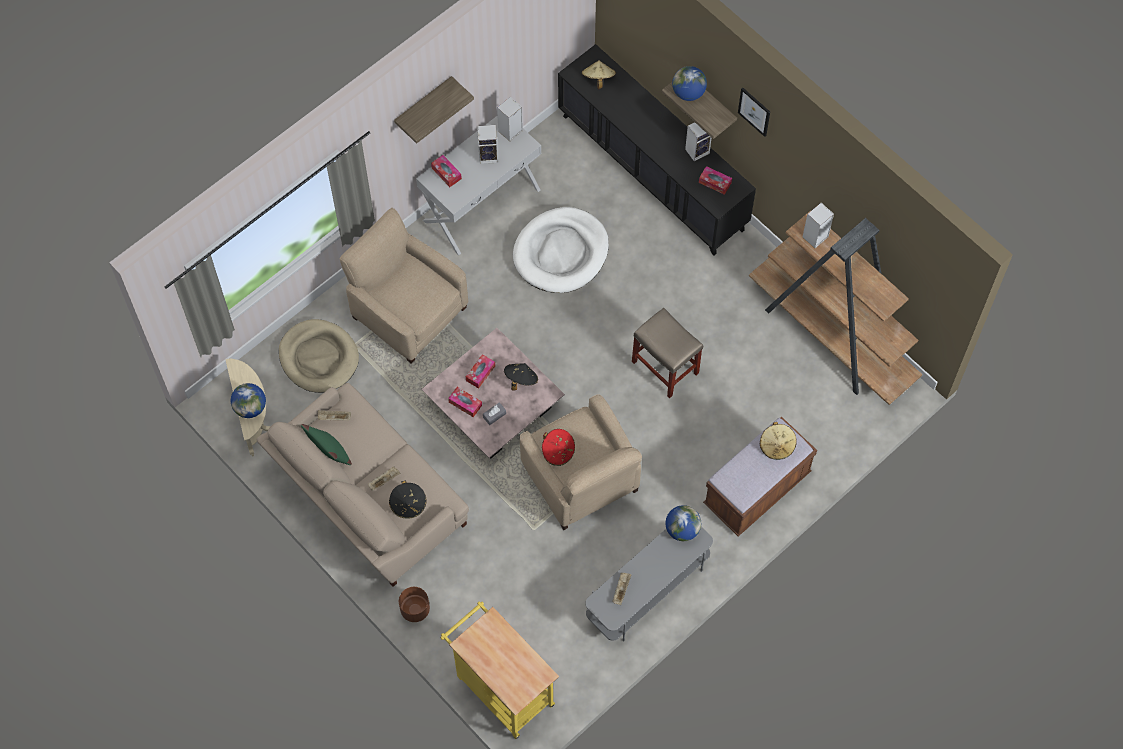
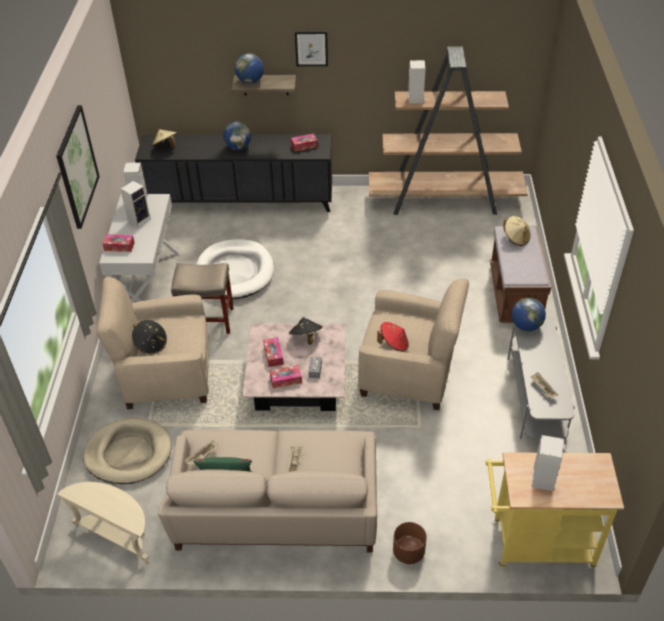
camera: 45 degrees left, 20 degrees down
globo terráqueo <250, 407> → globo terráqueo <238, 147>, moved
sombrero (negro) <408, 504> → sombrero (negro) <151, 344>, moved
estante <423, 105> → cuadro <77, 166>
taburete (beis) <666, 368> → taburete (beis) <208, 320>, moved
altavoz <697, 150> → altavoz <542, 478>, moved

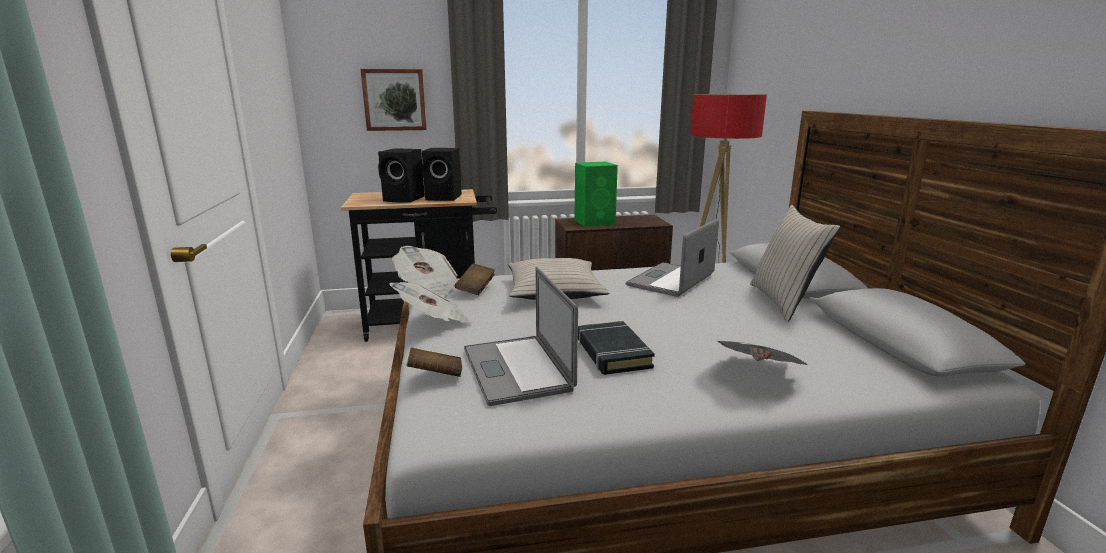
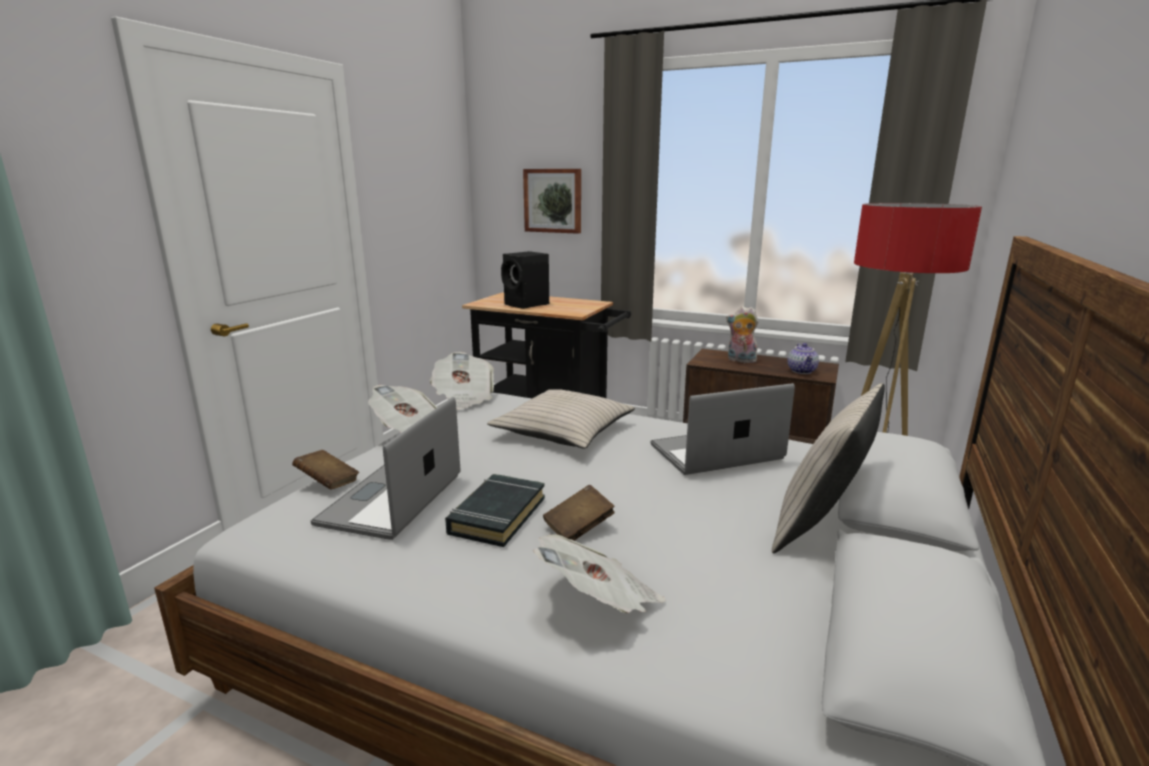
camera: 35 degrees right, 0 degrees up
altavoz (negro) <445, 197> → -
libro (marrón) <476, 288> → libro (marrón) <579, 528>, moved
altavoz (verde) <595, 222> → peluche <740, 360>
- → tetera <802, 371>

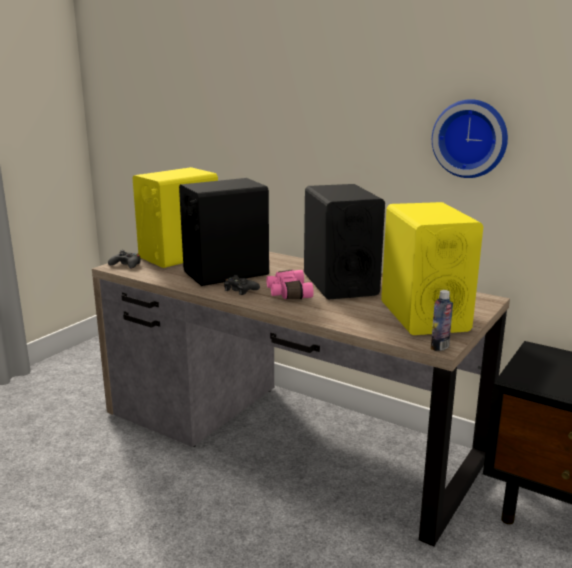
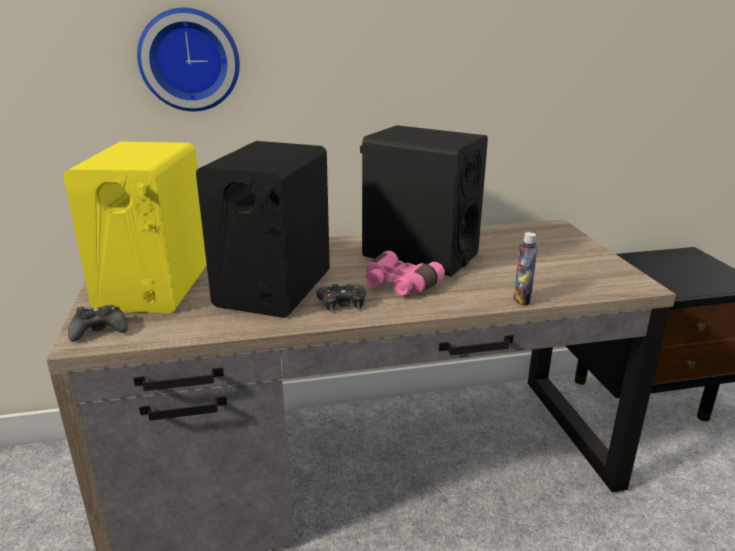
camera: 45 degrees left, 5 degrees up
altavoz (amarillo) <423, 316> → -
botella <439, 347> → botella <522, 299>, moved
reloj de pared <470, 138> → reloj de pared <189, 60>, moved

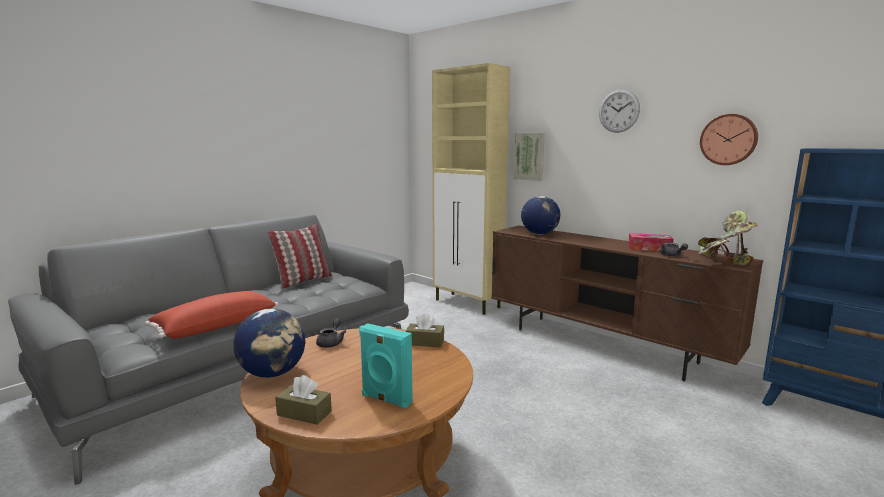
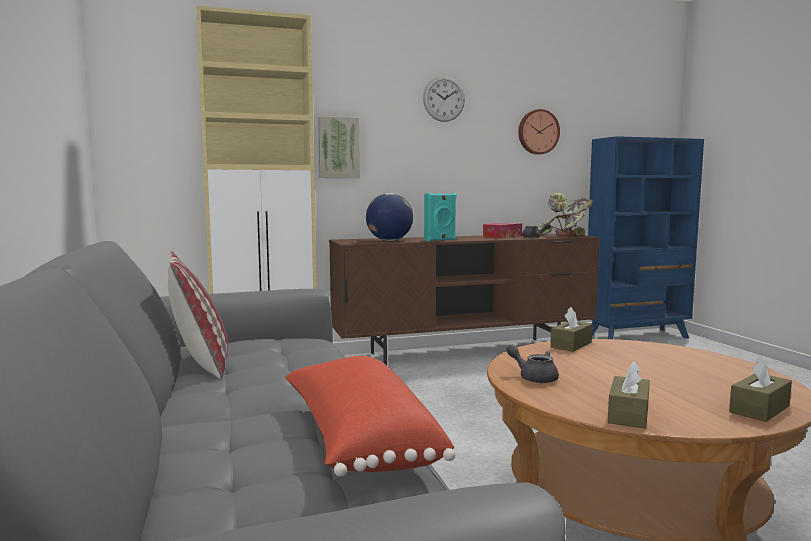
camera: 60 degrees left, 5 degrees down
globo terráqueo <273, 373> → caja de pañuelos (marrón) <628, 414>
altavoz (turquesa) <385, 399> → altavoz (turquesa) <440, 240>, moved

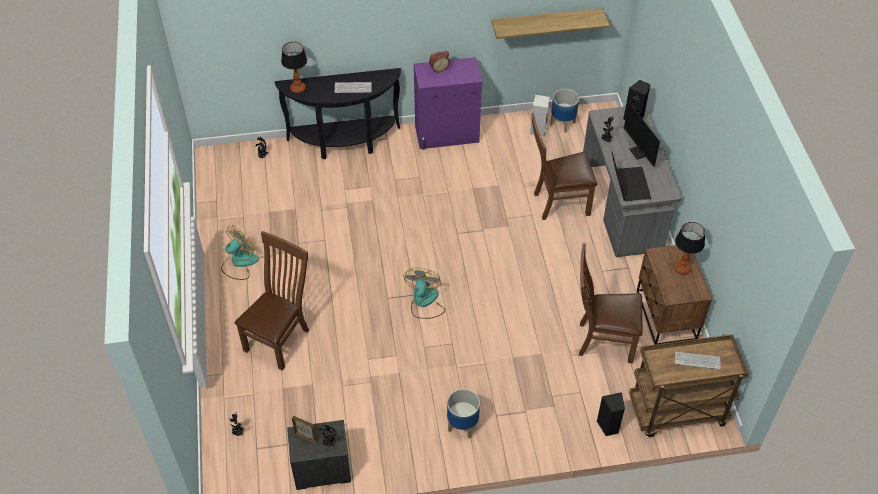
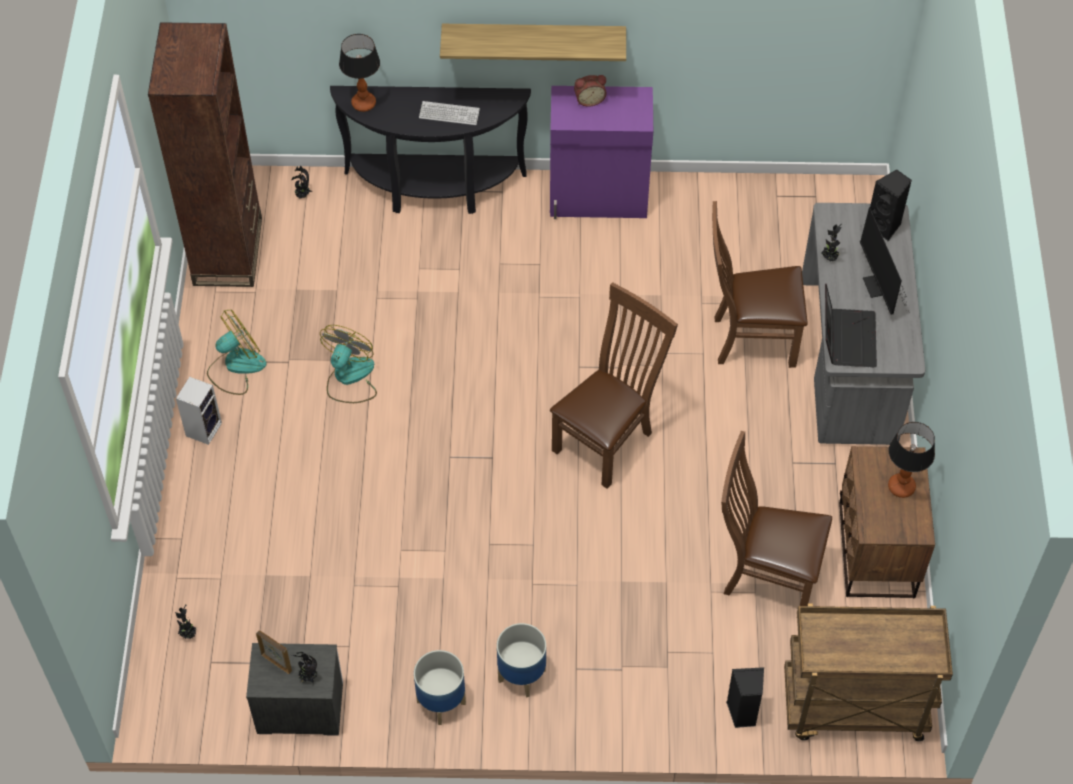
camera: 10 degrees right, 5 degrees up
silla (marrón) <280, 338> → silla (marrón) <608, 439>, moved
ventilador <424, 302> → ventilador <349, 378>, moved
estante <546, 23> → estante <533, 39>, moved
altavoz <538, 129> → altavoz <204, 428>, moved
maceta <562, 123> → maceta <440, 702>, moved
teclado <697, 361> → -
- → estantería (marrón) <228, 251>

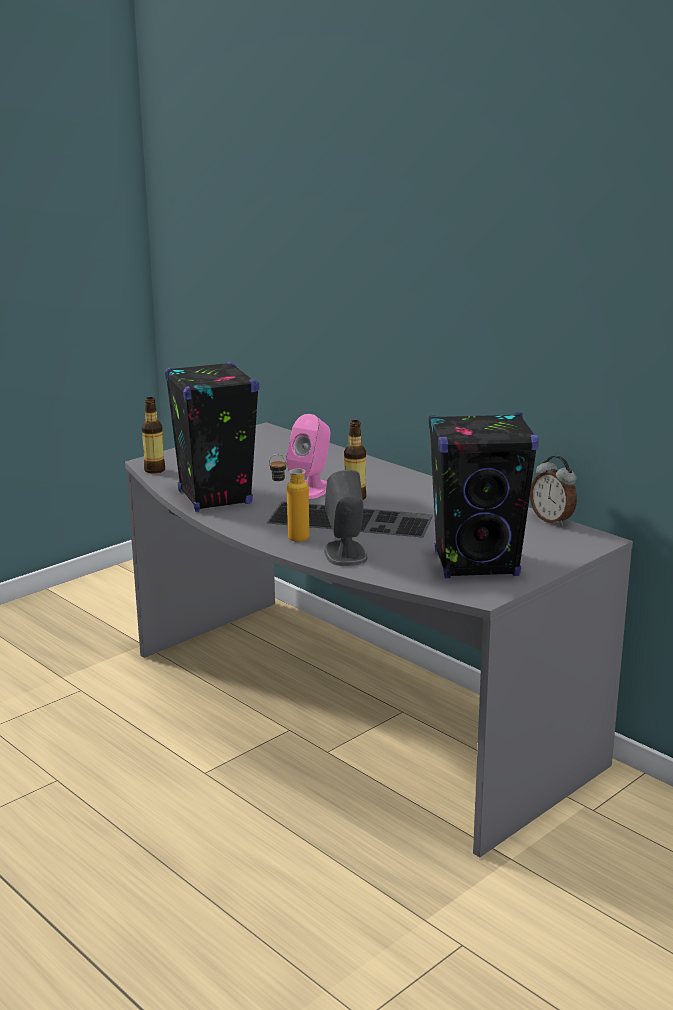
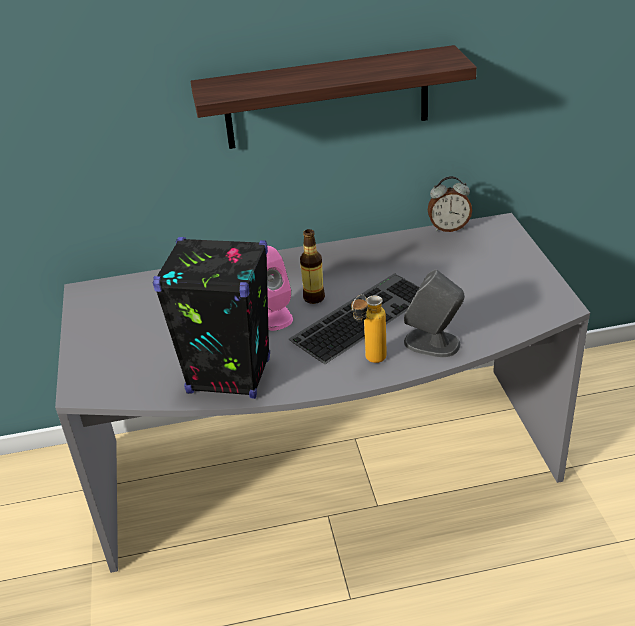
camera: 55 degrees left, 15 degrees up
botella <154, 470> → -
altavoz (negro) <477, 565> → -
- → estante <327, 98>

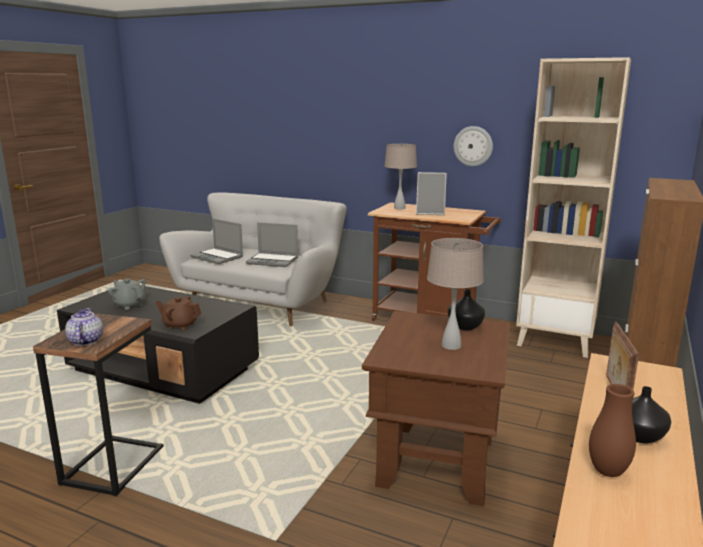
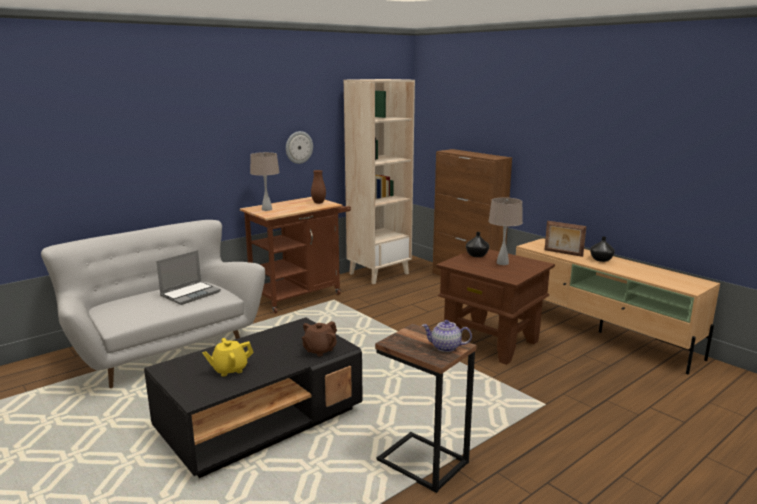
camera: 65 degrees left, 0 degrees up
tetera (gris) <129, 305> → tetera (amarillo) <229, 369>
portátil <218, 257> → -
portarretratos <430, 213> → -
florero (marrón) <607, 471> → florero (marrón) <318, 203>, moved

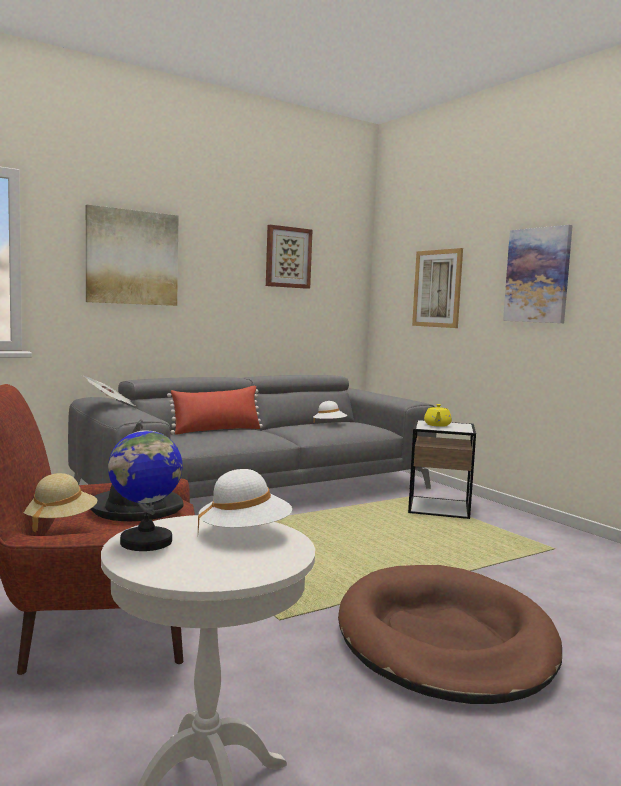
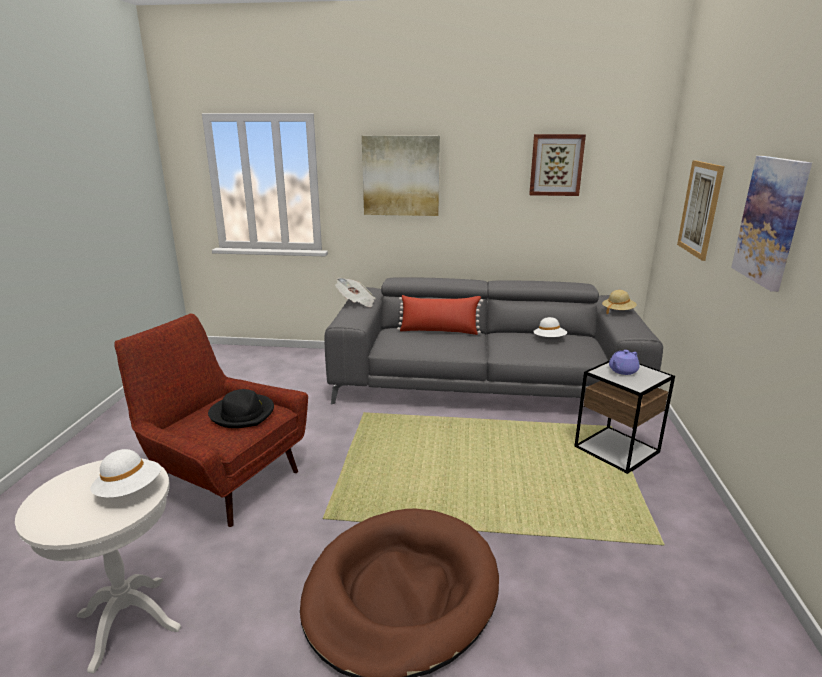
camera: 40 degrees right, 15 degrees up
sombrero (beis) <59, 521> → sombrero (beis) <618, 311>, moved
globo terráqueo <145, 542> → -
tetera (amarillo) <437, 425> → tetera (morado) <622, 371>

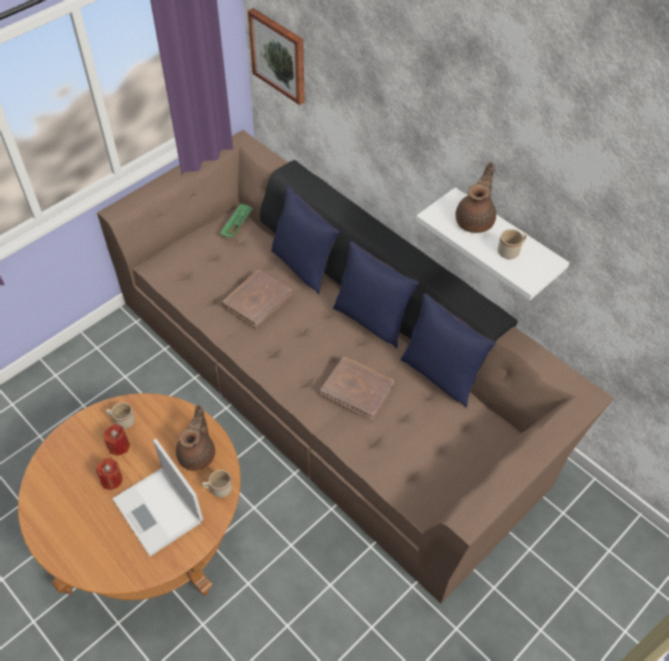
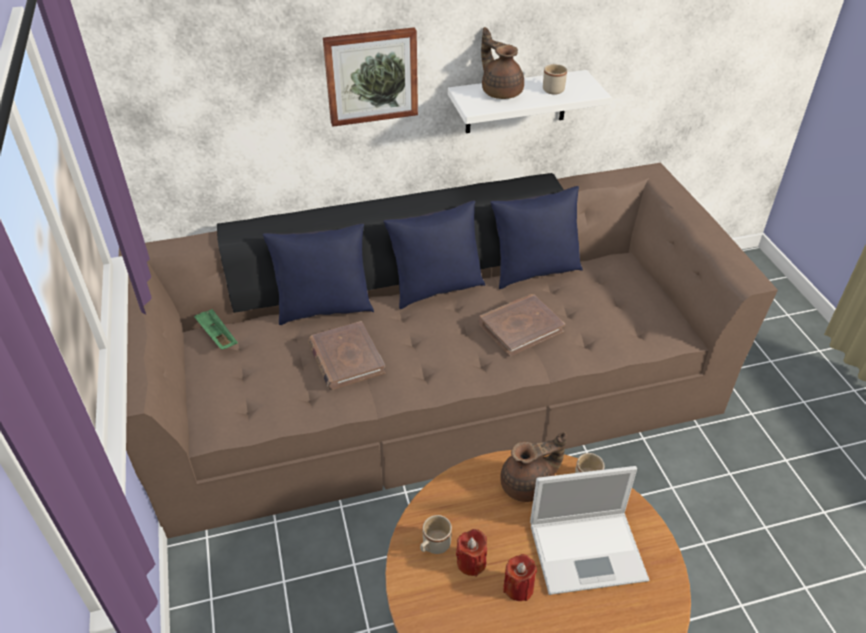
camera: 60 degrees left, 10 degrees down
tetera (marrón) <198, 454> → tetera (marrón) <528, 485>, 120 degrees clockwise
cuadro <279, 55> → cuadro <371, 76>, moved

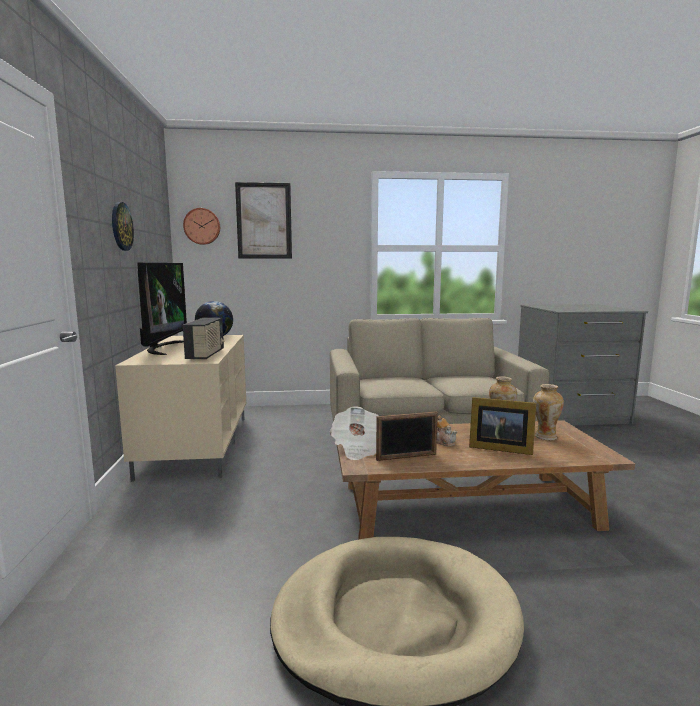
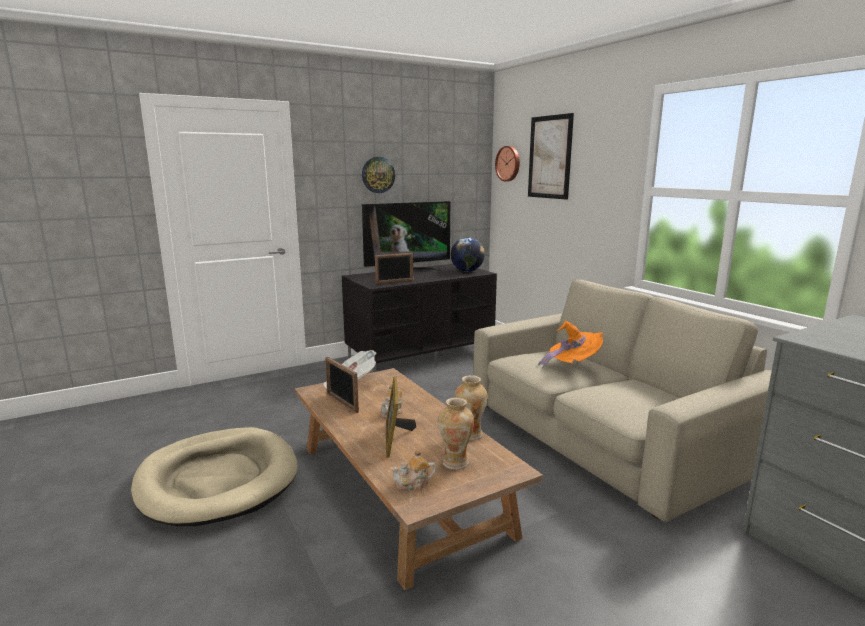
camera: 65 degrees right, 5 degrees up
mueble de televisión (beis) <196, 445> → mueble de televisión (negro) <420, 355>
radio <206, 355> → portarretratos <394, 282>
- → tetera <413, 484>
- → sombrero (naranja) <572, 364>

